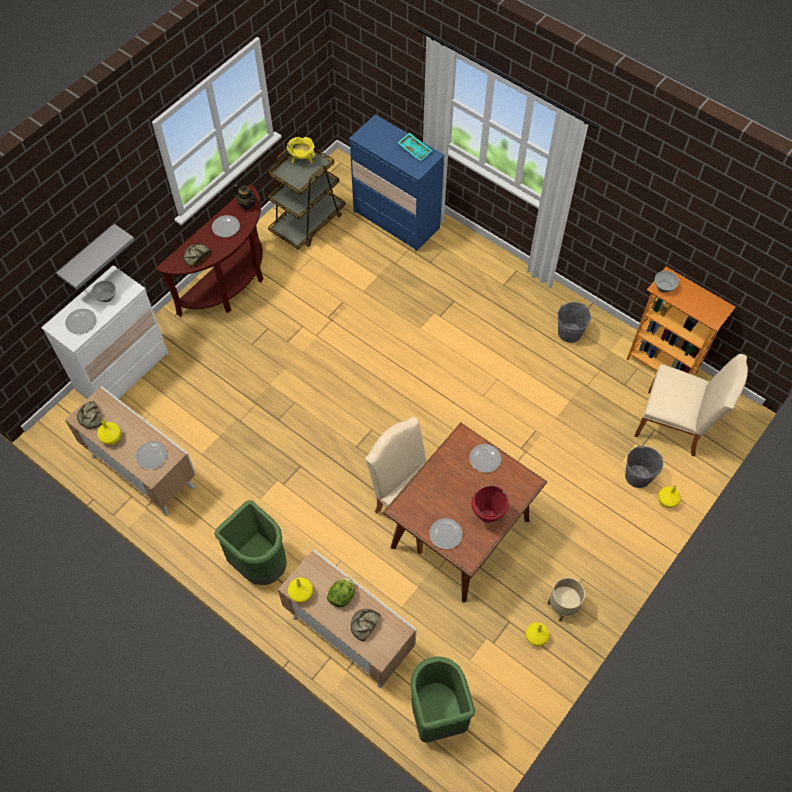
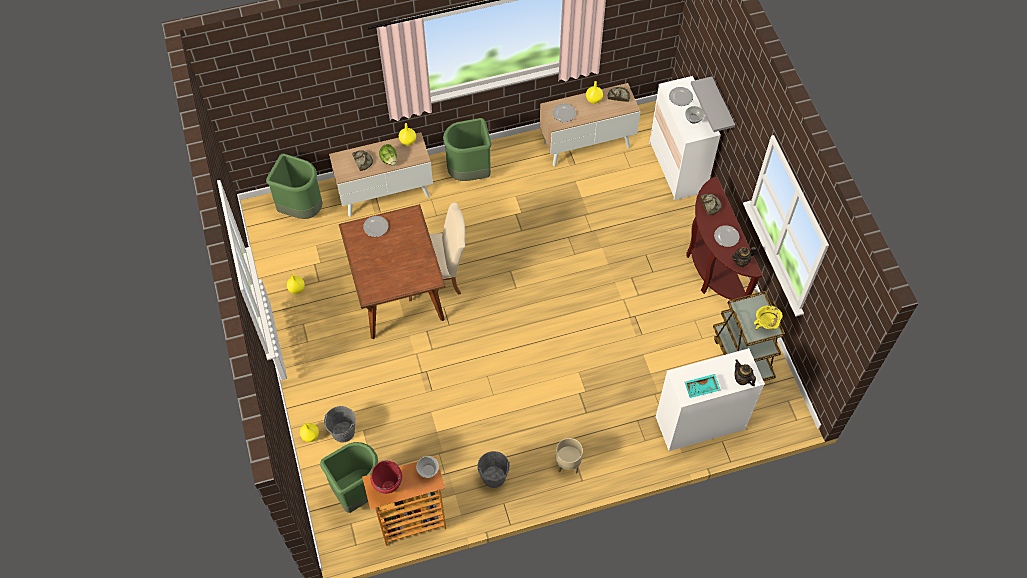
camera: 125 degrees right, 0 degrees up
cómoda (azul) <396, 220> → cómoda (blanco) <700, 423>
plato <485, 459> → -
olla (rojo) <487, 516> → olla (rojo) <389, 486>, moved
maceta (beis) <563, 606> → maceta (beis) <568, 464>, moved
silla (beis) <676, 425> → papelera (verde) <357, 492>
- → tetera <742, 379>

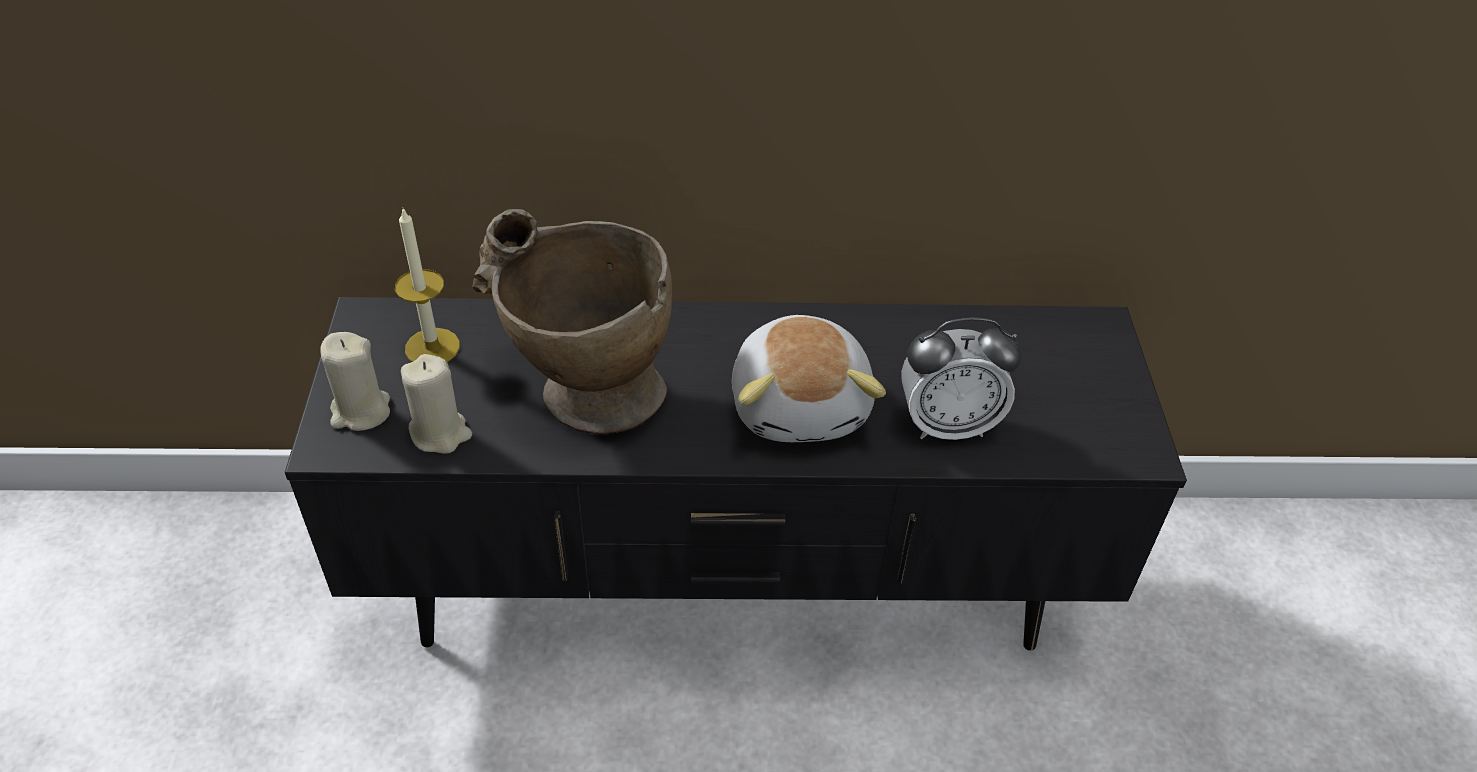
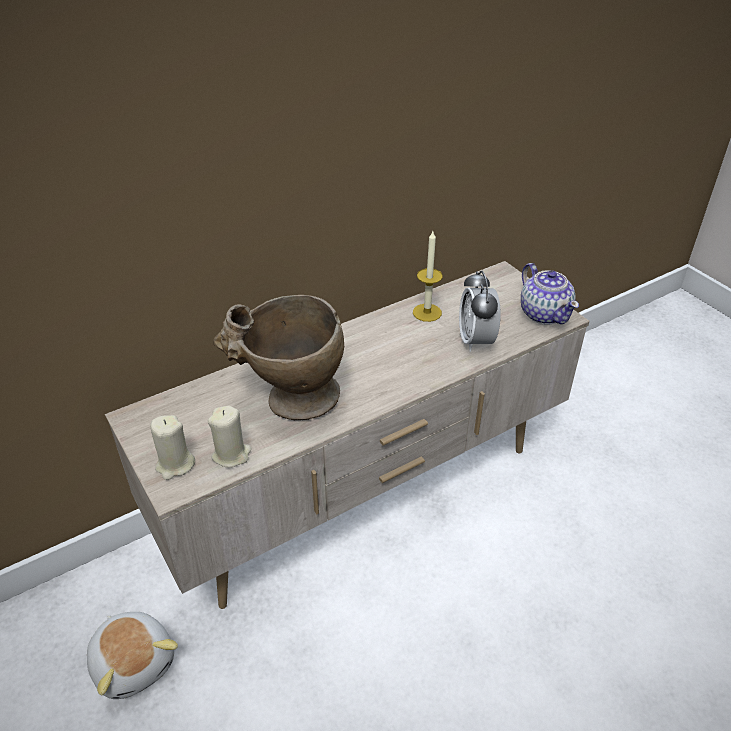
camera: 30 degrees left, 5 degrees down
mueble de televisión (negro) <730, 592> → mueble de televisión (beis) <365, 497>
vela <432, 347> → vela <427, 312>, moved
peluche <801, 404> → peluche <134, 662>, moved
despertador <948, 424> → despertador <476, 340>, 120 degrees clockwise
- → tetera <544, 313>

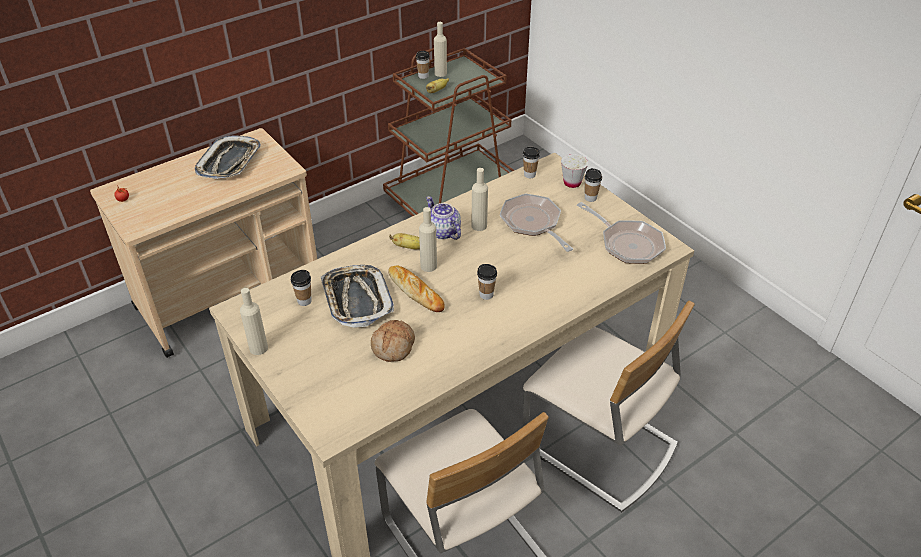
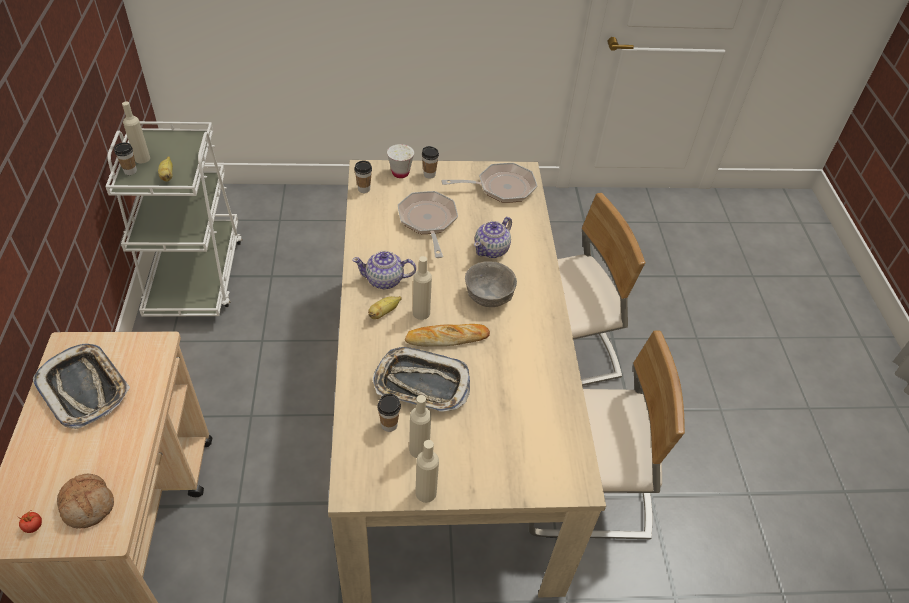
camera: 60 degrees left, 5 degrees up
pan <394, 346> → pan <88, 504>, moved
carrito (marrón) <451, 195> → carrito (blanco) <196, 275>
botella (beis) <479, 226> → botella (beis) <419, 449>, moved
taza <486, 295> → cuenco (gris) <489, 296>
sartén <533, 223> → sartén <428, 222>, 75 degrees clockwise
- → tetera <492, 249>

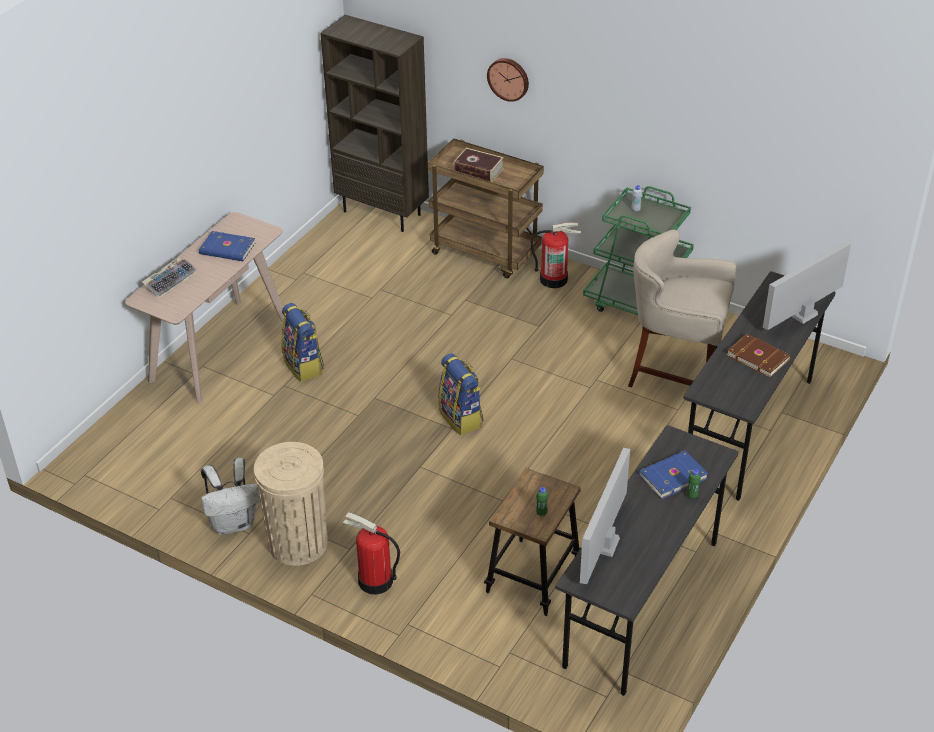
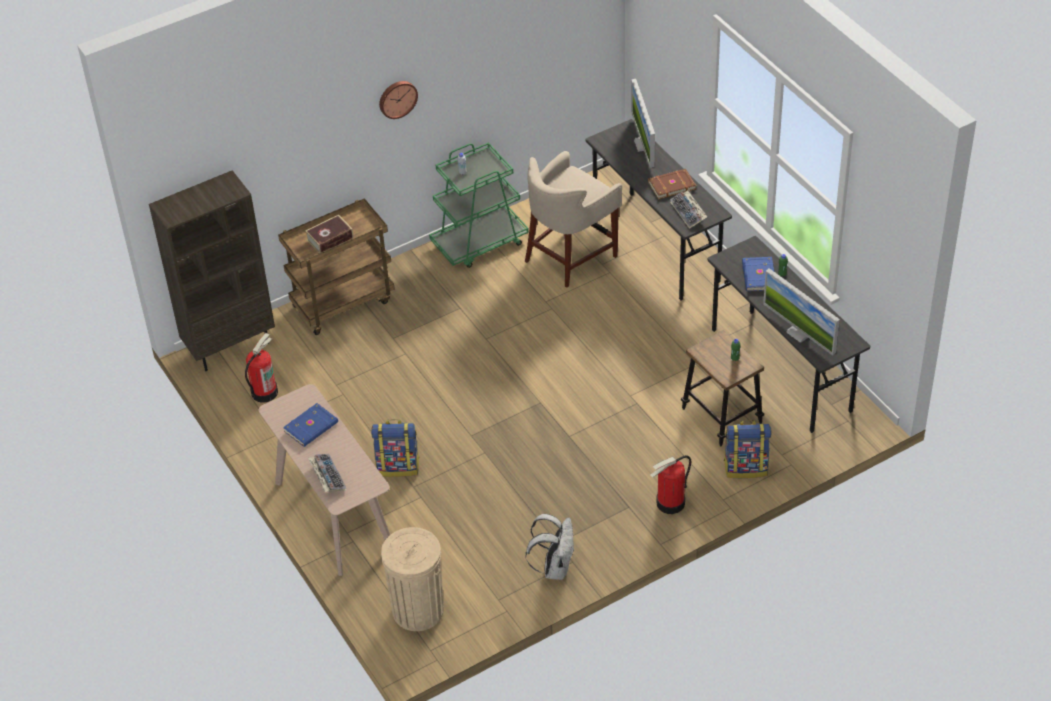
camera: 60 degrees left, 5 degrees up
papelera (beis) <298, 543> → papelera (beis) <418, 610>, moved
mochila <461, 418> → mochila <746, 467>, moved
reloj de pared <509, 78> → reloj de pared <397, 98>, moved
extintor <554, 279> → extintor <264, 392>, moved
- → teclado <689, 212>

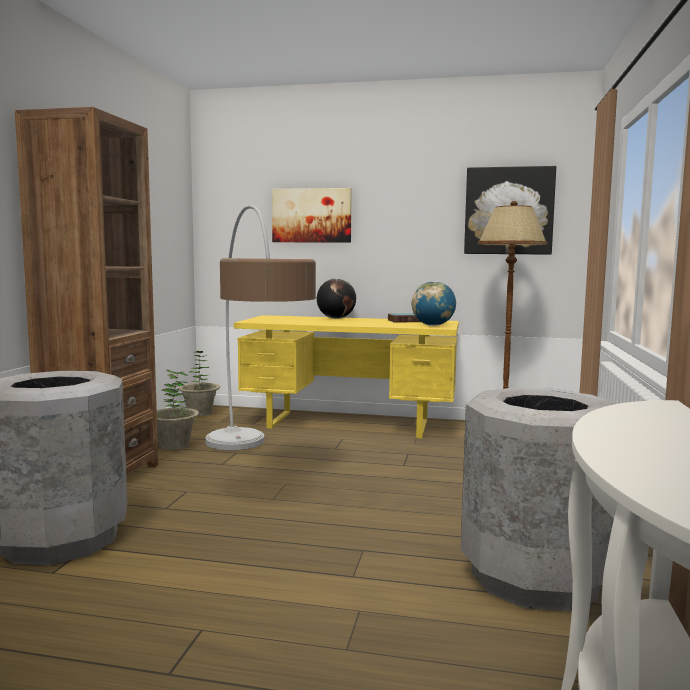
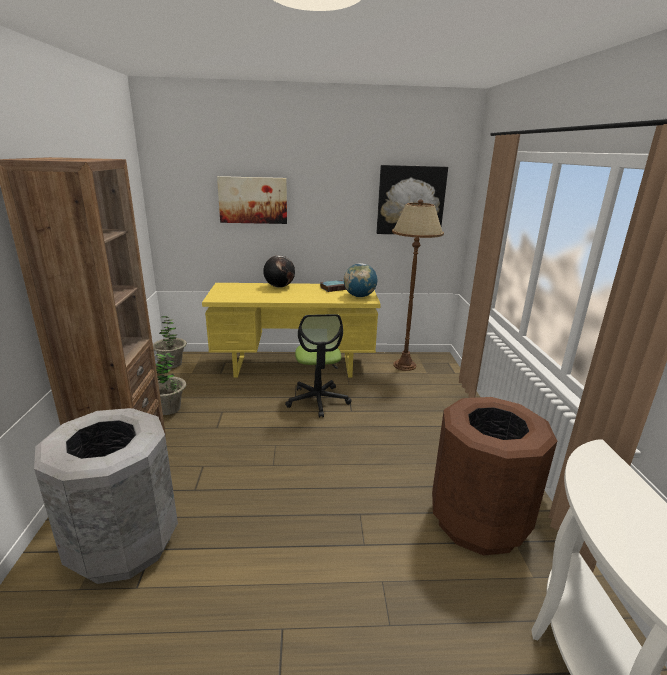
camera: 15 degrees left, 15 degrees up
lámpara de pie <253, 466> → -
papelera (gris) <536, 577> → papelera (marrón) <478, 521>
- → silla de oficina <318, 400>

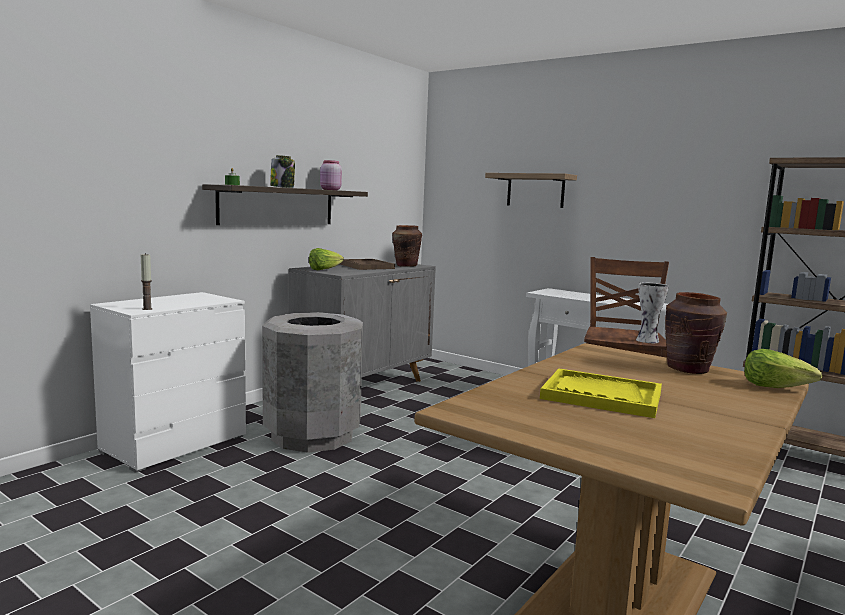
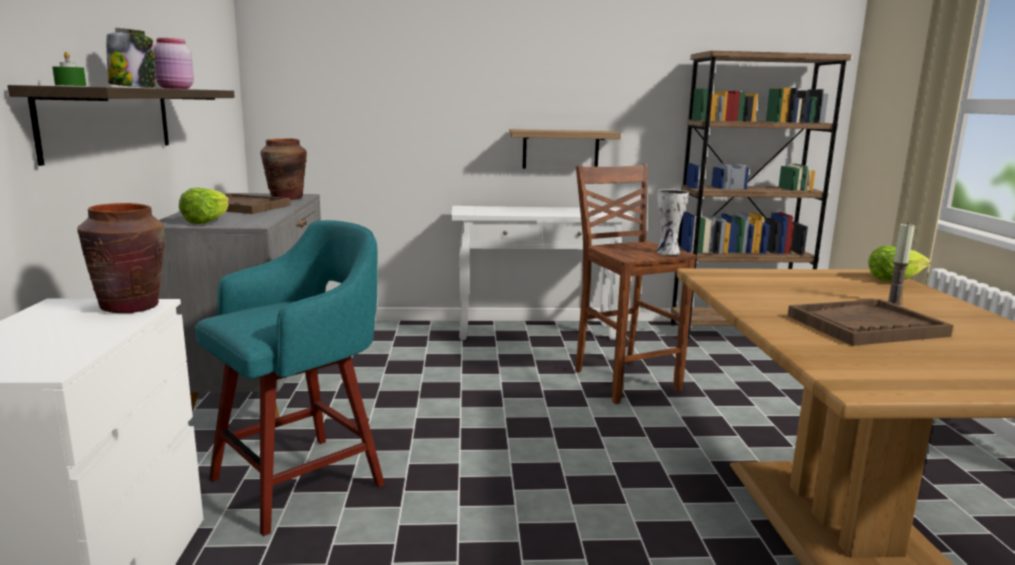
camera: 40 degrees left, 5 degrees up
vela <147, 309> → vela <893, 303>, moved
papelera (gris) <313, 436> → taburete (turquesa) <302, 480>
estante <535, 190> → estante <560, 149>, moved
bandeja (amarillo) <601, 396> → bandeja (marrón) <866, 326>
florero (marrón) <688, 369> → florero (marrón) <131, 306>, moved

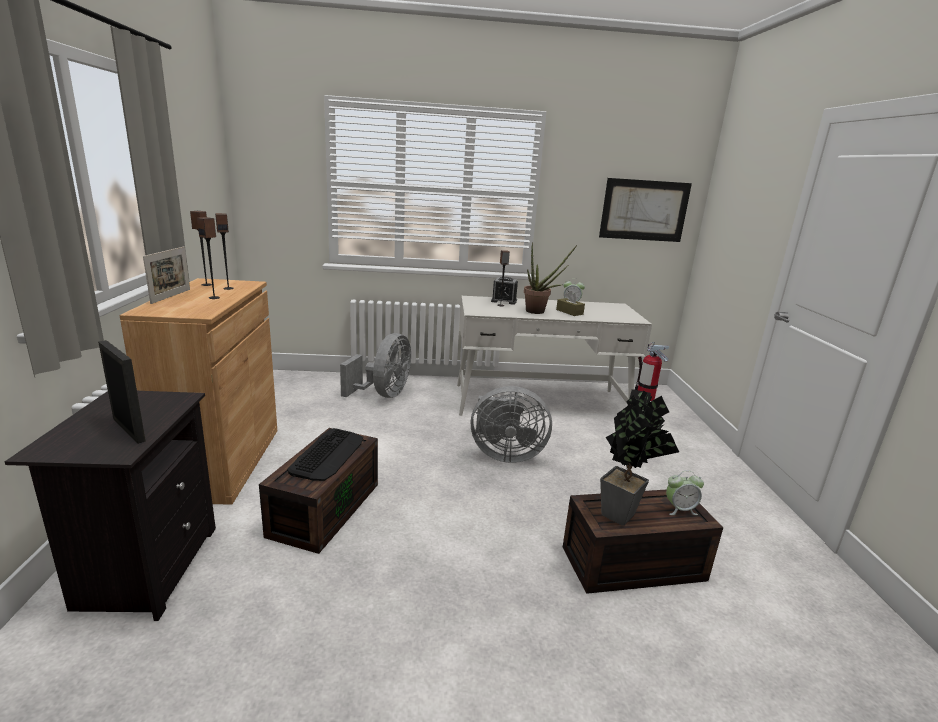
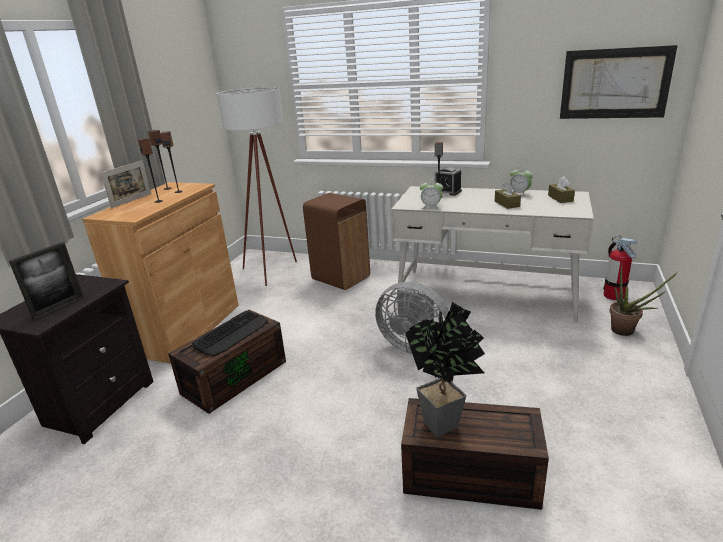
camera: 25 degrees right, 5 degrees up
portarretratos <129, 430> → portarretratos <58, 307>, 60 degrees clockwise
ventilador (gris) <383, 394> → papelera (marrón) <341, 277>
planta en maceta <539, 312> → planta en maceta <627, 332>, moved
despertador <679, 509> → despertador <431, 207>, moved
- → lámpara de pie (blanco) <275, 270>
- → caja de pañuelos (marrón) <560, 198>

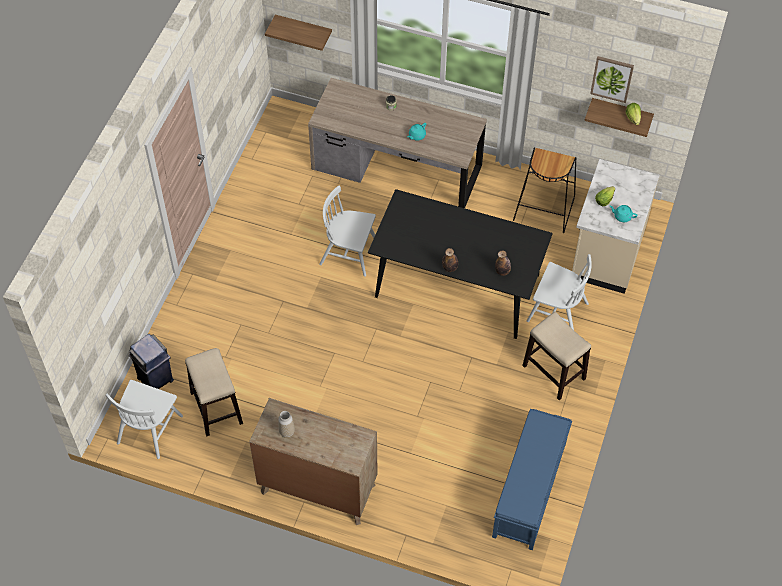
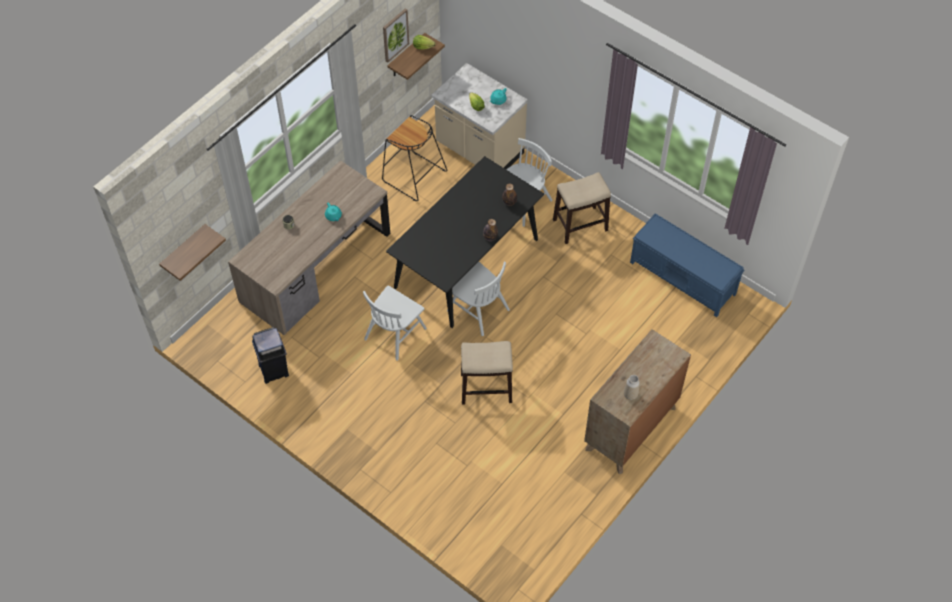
camera: 70 degrees left, 0 degrees up
silla (blanco) <149, 429> → silla (blanco) <478, 310>, moved
papelera (azul) <155, 379> → papelera (azul) <274, 370>, moved
taburete <216, 407> → taburete <485, 388>, moved

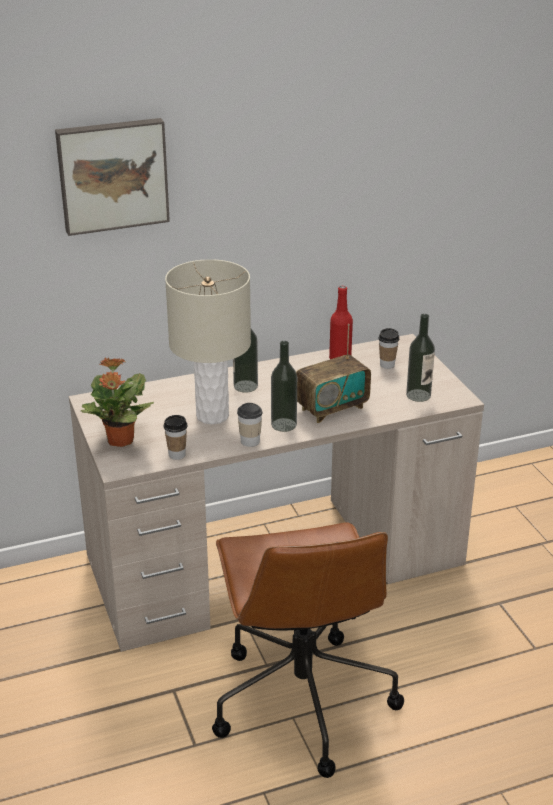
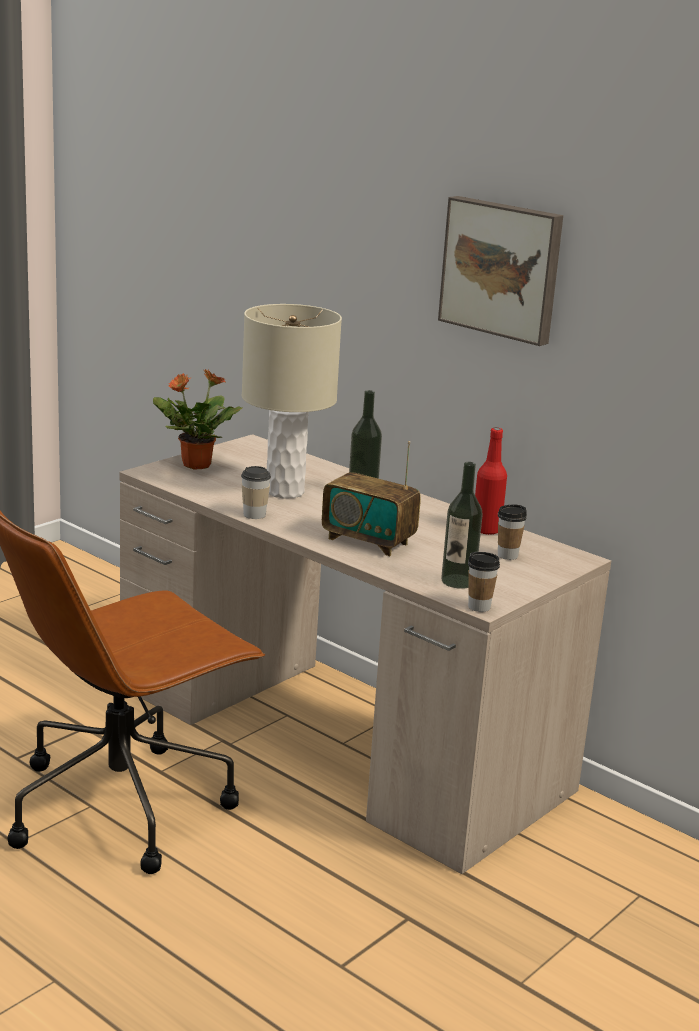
camera: 60 degrees right, 10 degrees down
cuadro <112, 175> → cuadro <502, 269>, moved
taza <177, 455> → taza <479, 607>, moved
botella <284, 424> → -

